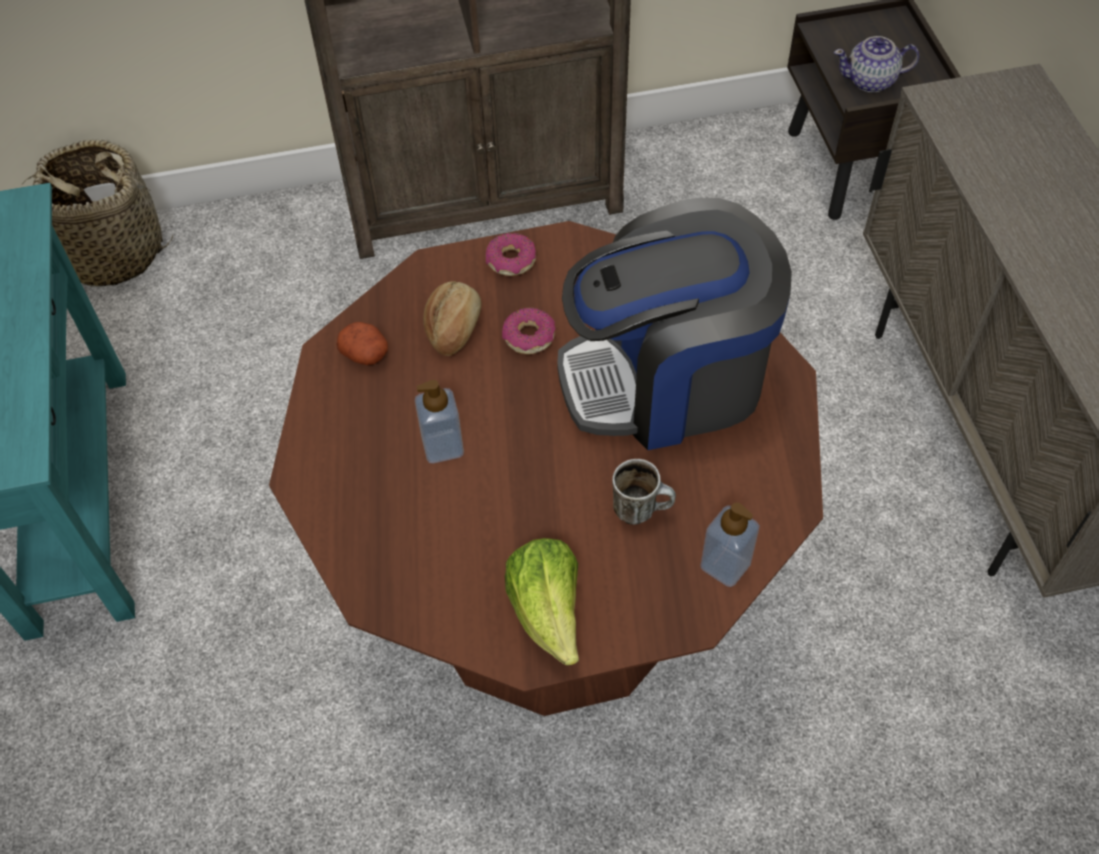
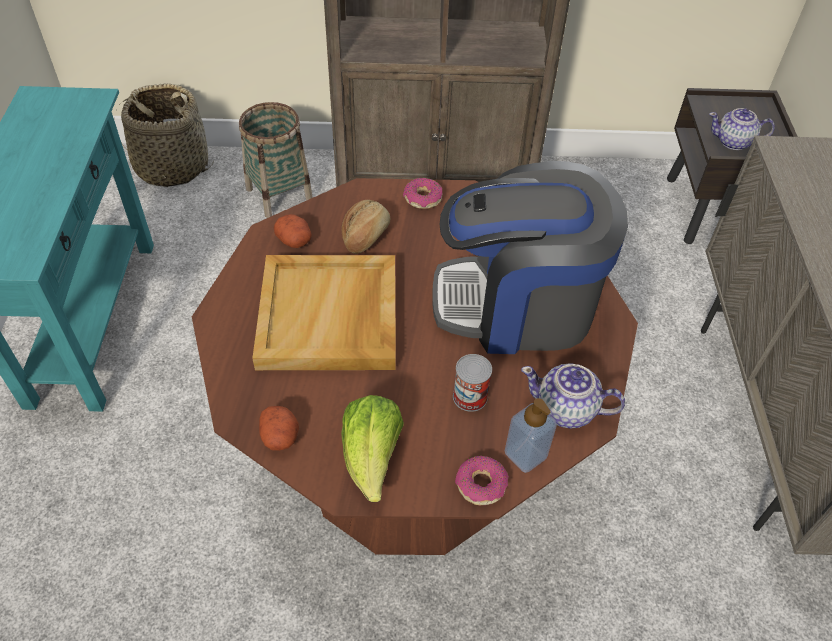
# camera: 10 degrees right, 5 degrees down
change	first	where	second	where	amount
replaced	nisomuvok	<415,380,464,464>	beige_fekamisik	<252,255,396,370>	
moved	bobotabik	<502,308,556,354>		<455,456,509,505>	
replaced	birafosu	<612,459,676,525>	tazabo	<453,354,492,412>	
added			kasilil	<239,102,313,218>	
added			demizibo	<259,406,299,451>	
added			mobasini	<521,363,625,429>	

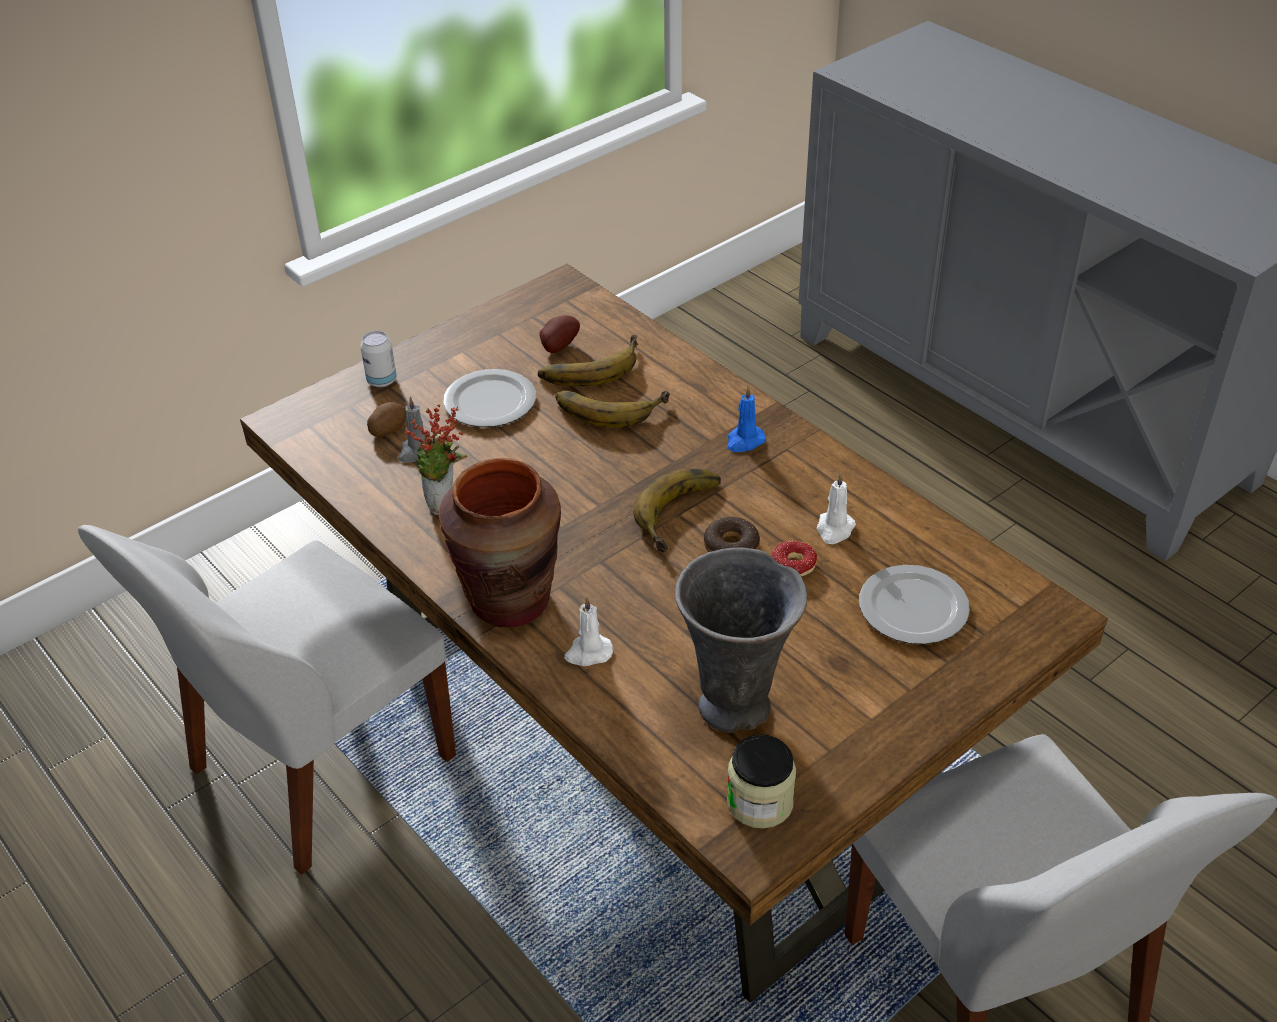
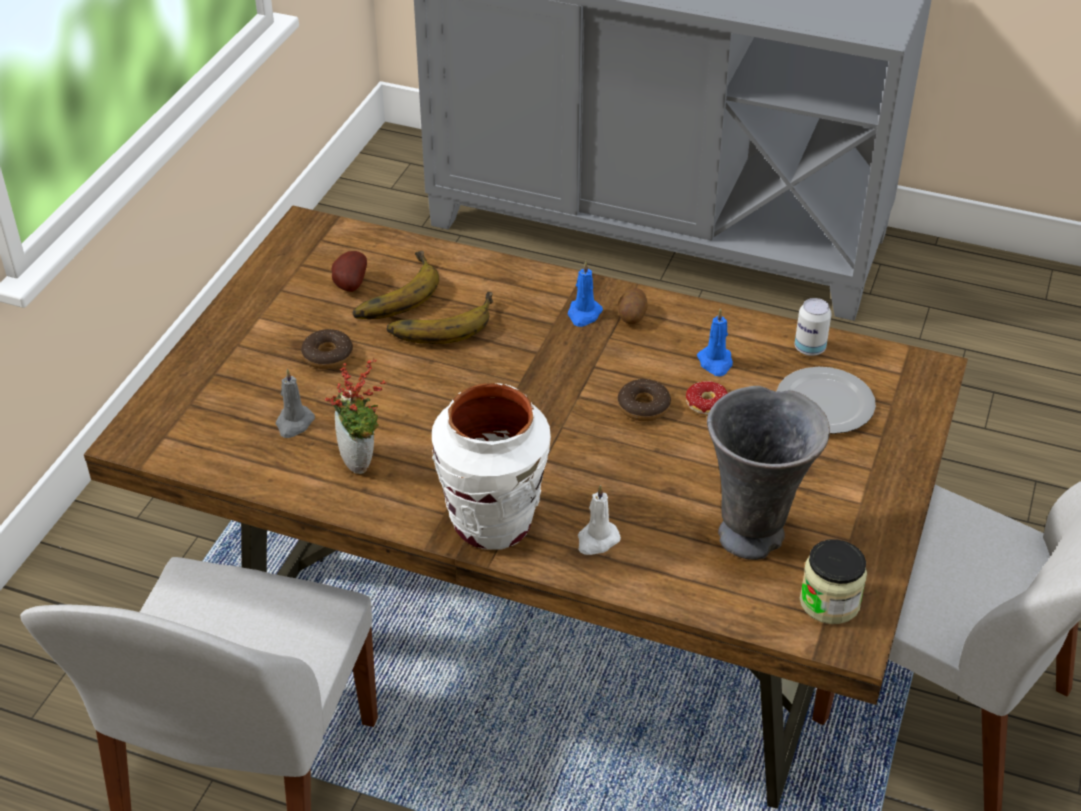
# camera: 30 degrees left, 0 degrees up
change	first	where	second	where	amount
moved	tazabo	<360,331,397,387>		<795,298,832,356>	
moved	demizibo	<367,402,406,437>		<618,288,647,324>	
recoloured	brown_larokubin	<439,458,561,627>	white_larokubin	<432,383,551,550>	
replaced	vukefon	<443,369,536,427>	bobotabik	<301,329,353,369>	
removed	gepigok	<633,468,721,552>			
recoloured	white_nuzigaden	<817,473,856,544>	blue_nuzigaden	<697,308,733,376>	

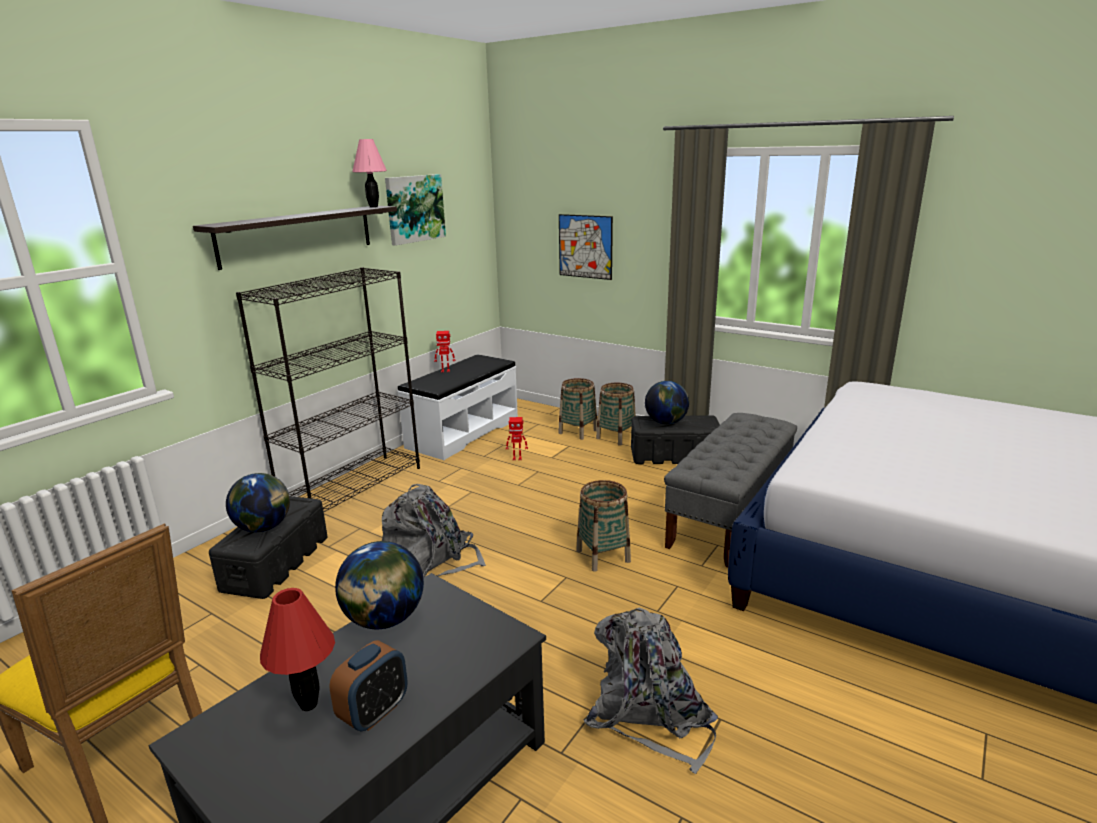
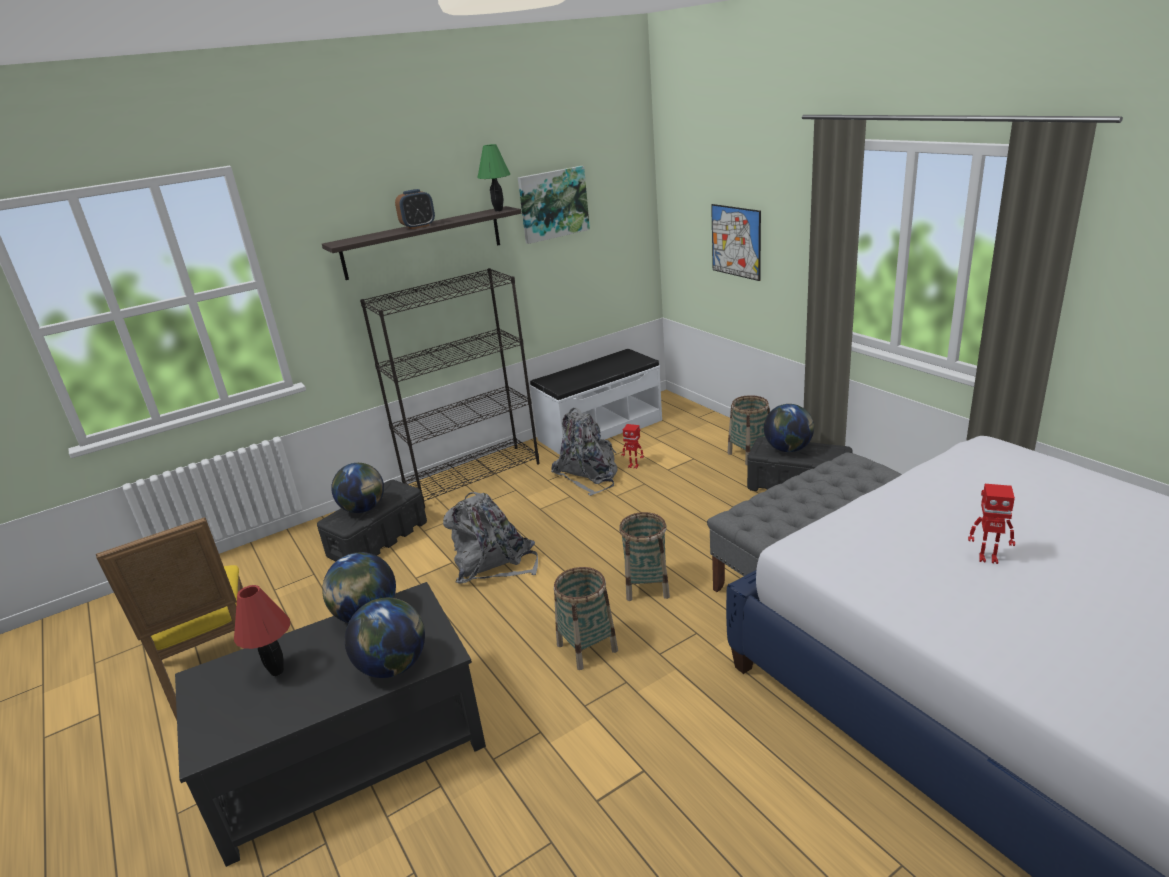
# camera: 25 degrees right, 5 degrees up
change	first	where	second	where	amount
moved	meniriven	<330,640,408,731>		<395,189,435,229>	
recoloured	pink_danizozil	<352,139,387,208>	green_danizozil	<477,144,510,211>	
moved	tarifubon	<434,331,455,373>		<968,484,1015,564>	
moved	kasilil	<558,378,597,440>		<554,567,618,670>	
moved	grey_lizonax	<583,608,718,774>		<551,408,617,496>	
added			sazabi	<345,598,425,678>	

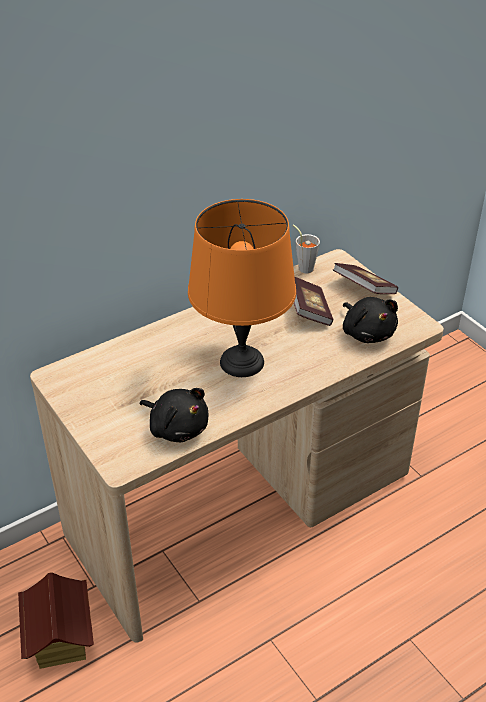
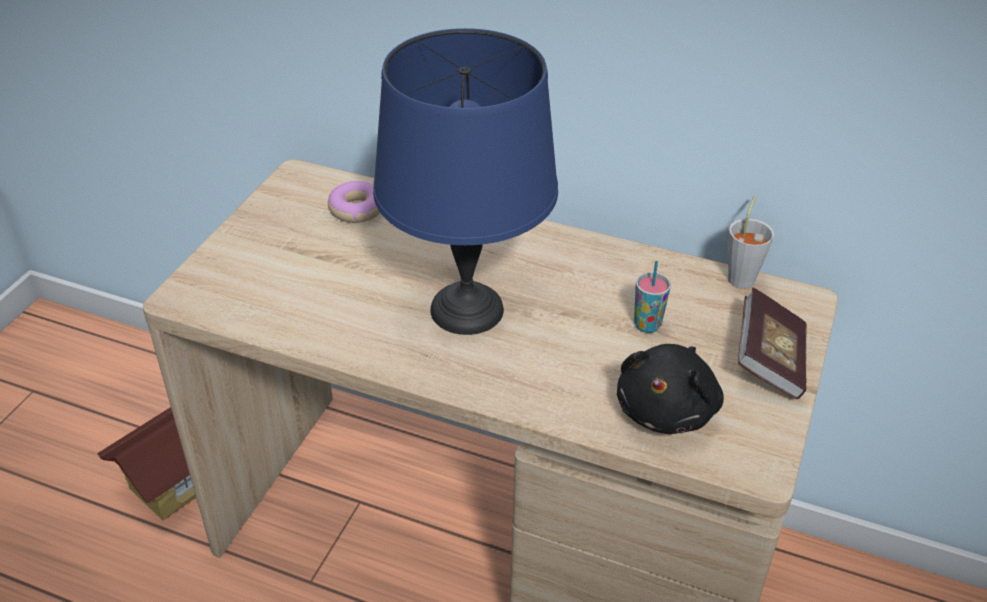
# camera: 55 degrees right, 0 degrees up
change	first	where	second	where	amount
removed	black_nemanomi	<140,388,209,442>			
recoloured	orange_danizozil	<188,199,296,377>	blue_danizozil	<373,28,558,335>	
replaced	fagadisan	<294,276,334,326>	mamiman	<634,261,671,333>	
added			bobotabik	<328,181,380,223>	

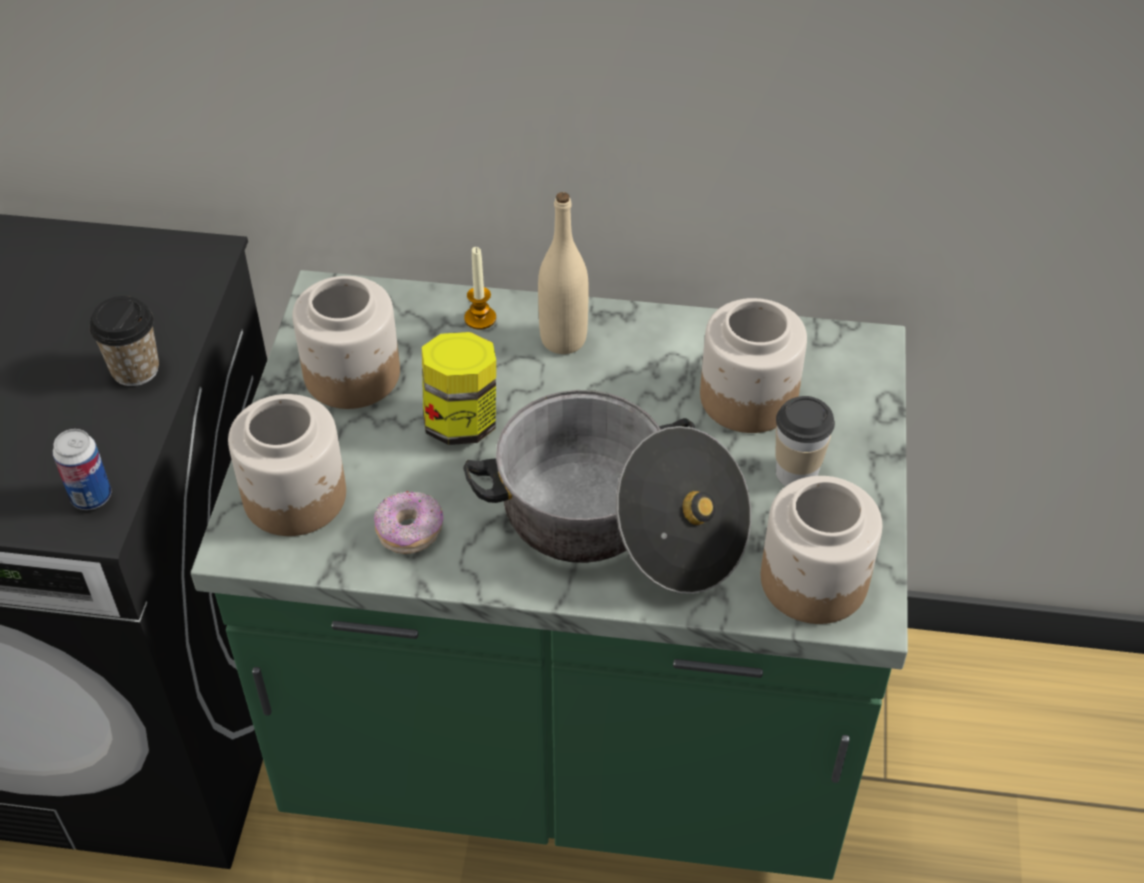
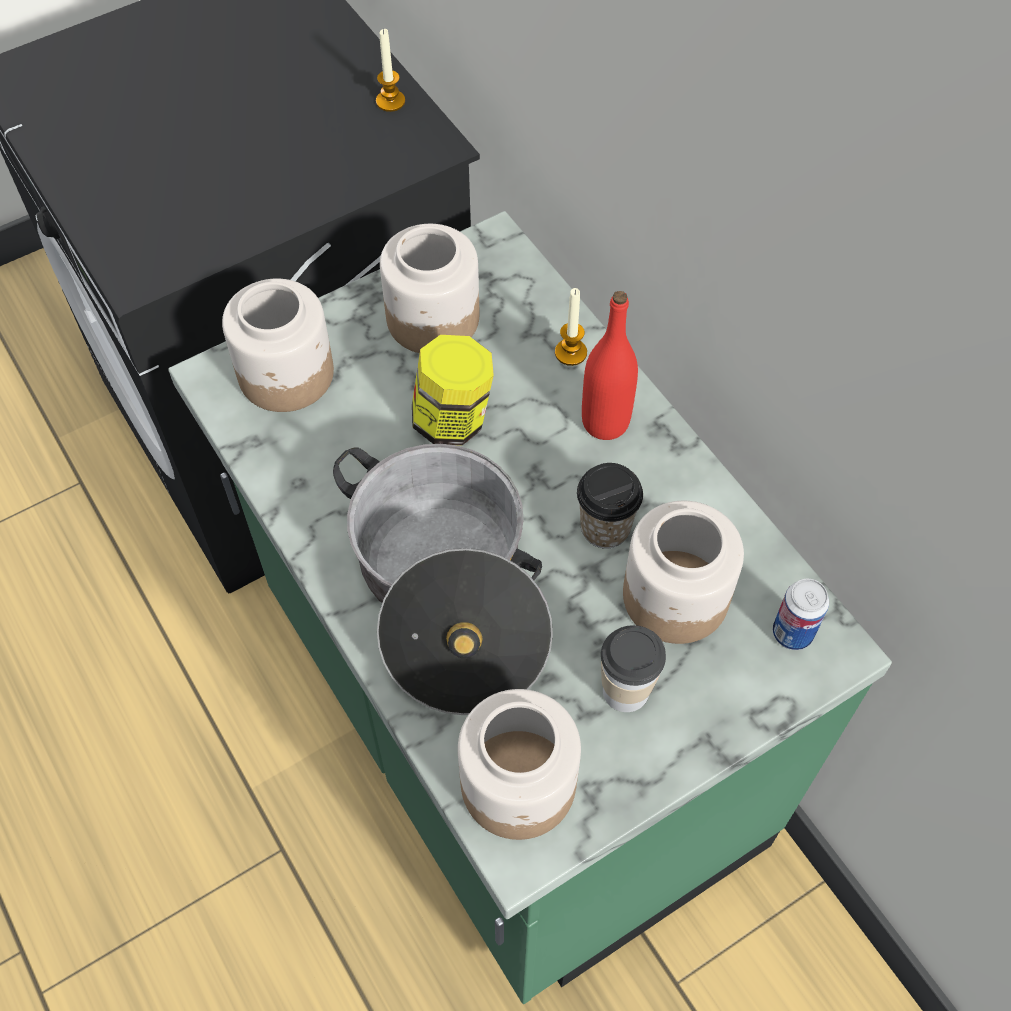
# camera: 50 degrees right, 10 degrees up
change	first	where	second	where	amount
moved	tazabo	<53,429,111,510>		<773,579,829,650>	
moved	mamiman	<90,296,159,386>		<577,463,643,549>	
removed	bobotabik	<374,491,443,554>			
recoloured	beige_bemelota	<538,192,589,354>	red_bemelota	<582,291,638,440>	
added			nuzigaden	<376,29,405,112>	

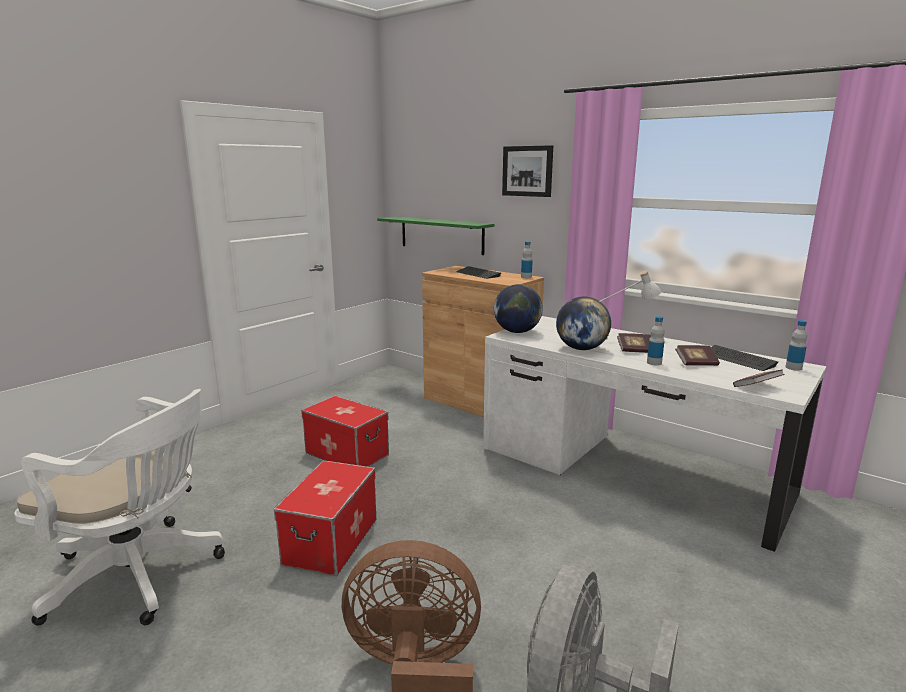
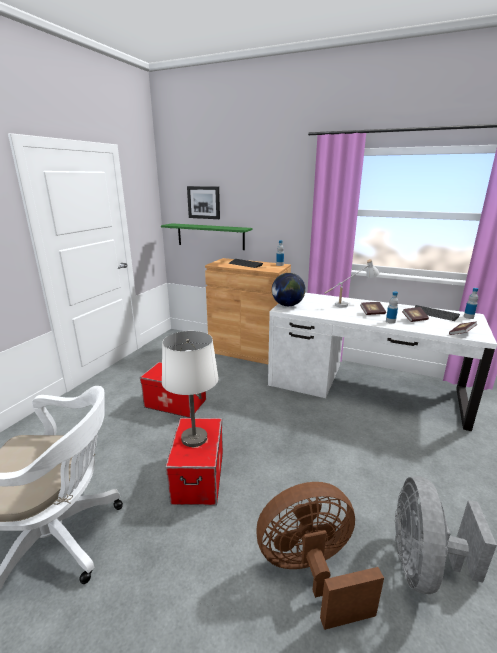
# camera: 15 degrees left, 5 degrees up
change	first	where	second	where	amount
moved	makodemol	<502,145,553,197>		<187,186,220,219>	
removed	sazabi	<556,297,611,350>			
added			white_danizozil	<162,331,219,447>	

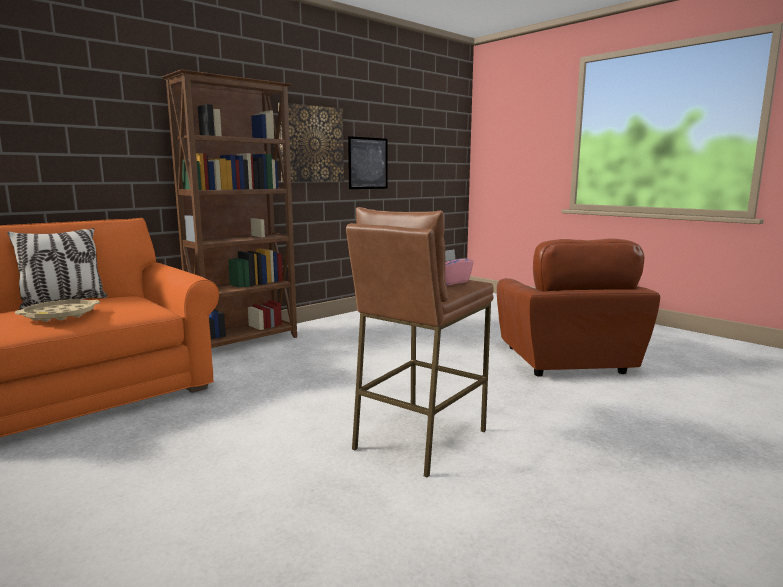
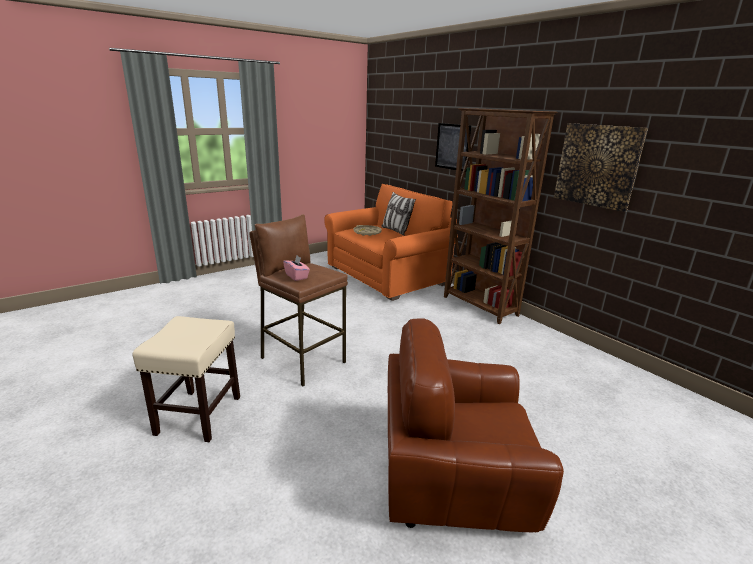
# camera: 95 degrees right, 10 degrees up
change	first	where	second	where	amount
moved	makodemol	<348,136,388,189>		<435,123,471,171>	
added			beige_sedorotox	<132,316,240,442>	

